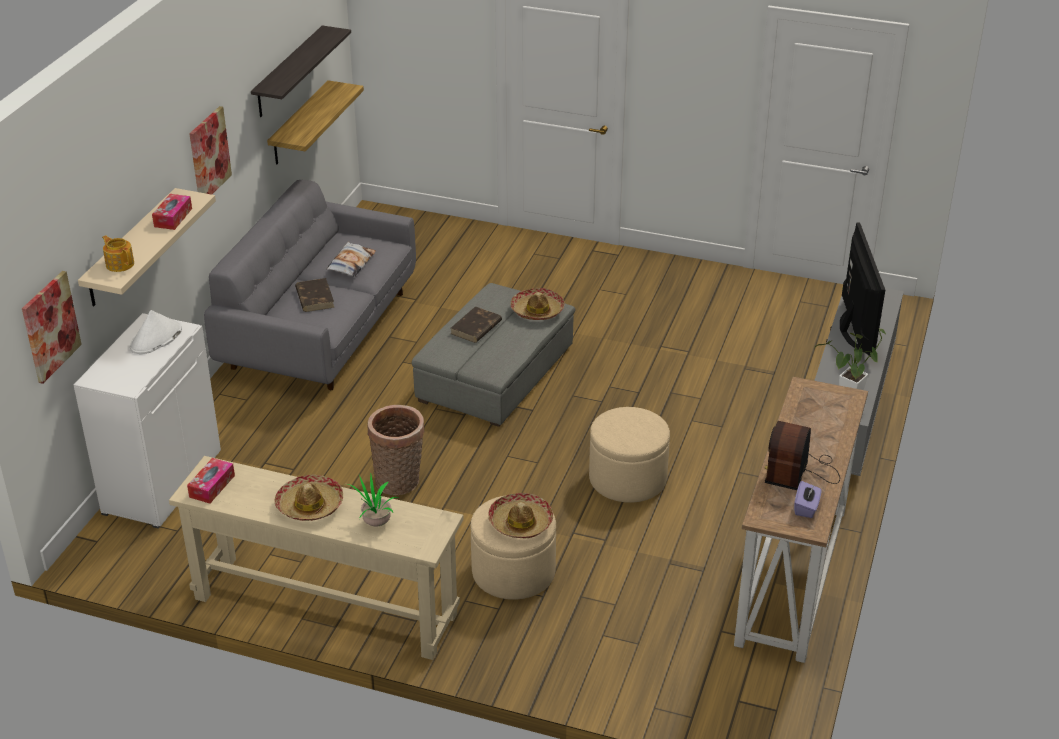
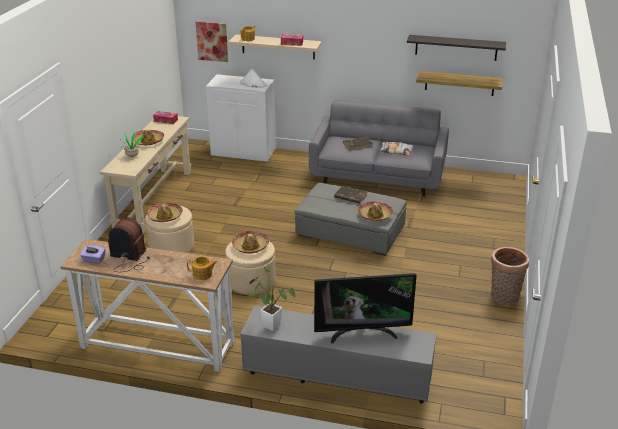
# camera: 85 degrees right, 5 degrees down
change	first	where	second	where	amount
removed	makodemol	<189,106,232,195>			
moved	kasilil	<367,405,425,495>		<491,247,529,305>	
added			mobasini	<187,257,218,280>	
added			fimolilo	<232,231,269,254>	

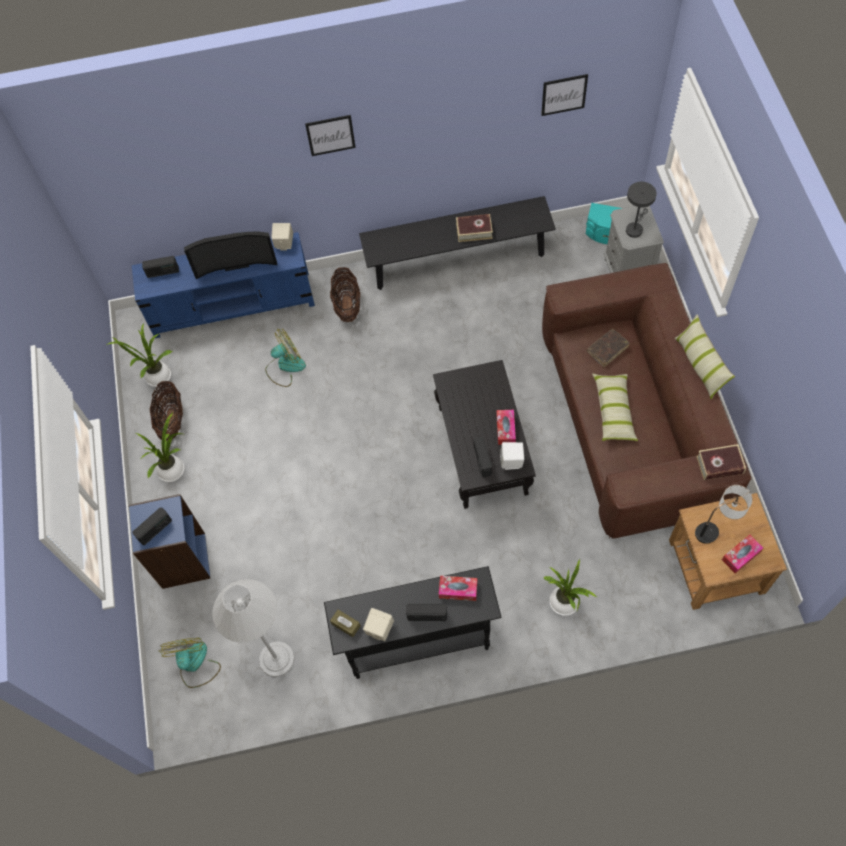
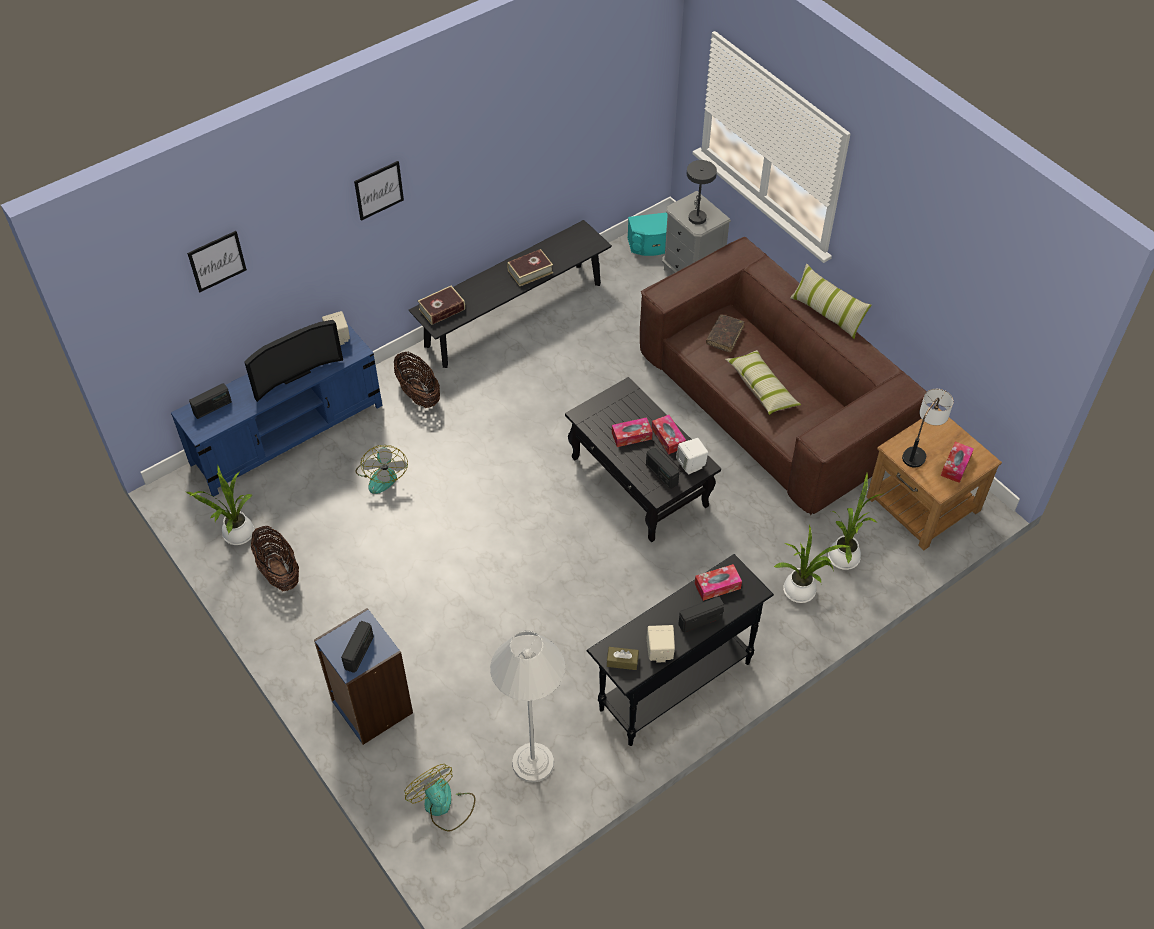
# camera: 30 degrees left, 10 degrees down
change	first	where	second	where	amount
moved	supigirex	<135,412,184,482>		<828,473,884,570>	
turned	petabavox	<265,329,306,387>		<356,445,408,494>	135 degrees clockwise
moved	makodemol	<541,74,588,116>		<187,231,247,292>	
moved	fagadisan	<696,444,746,480>		<418,286,465,325>	
added			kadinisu	<612,417,653,447>	

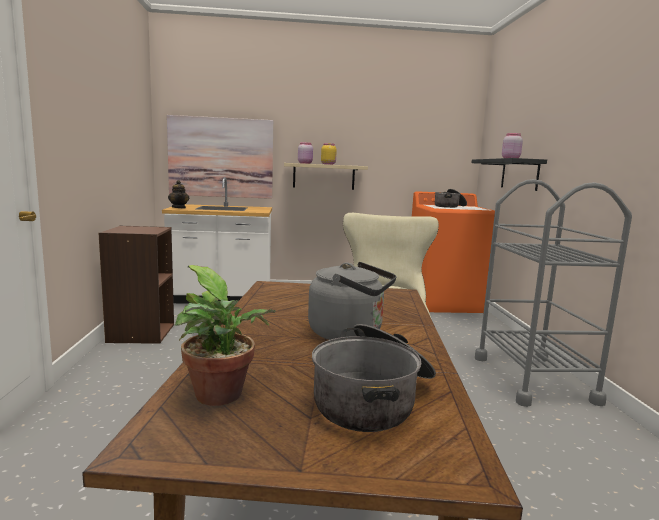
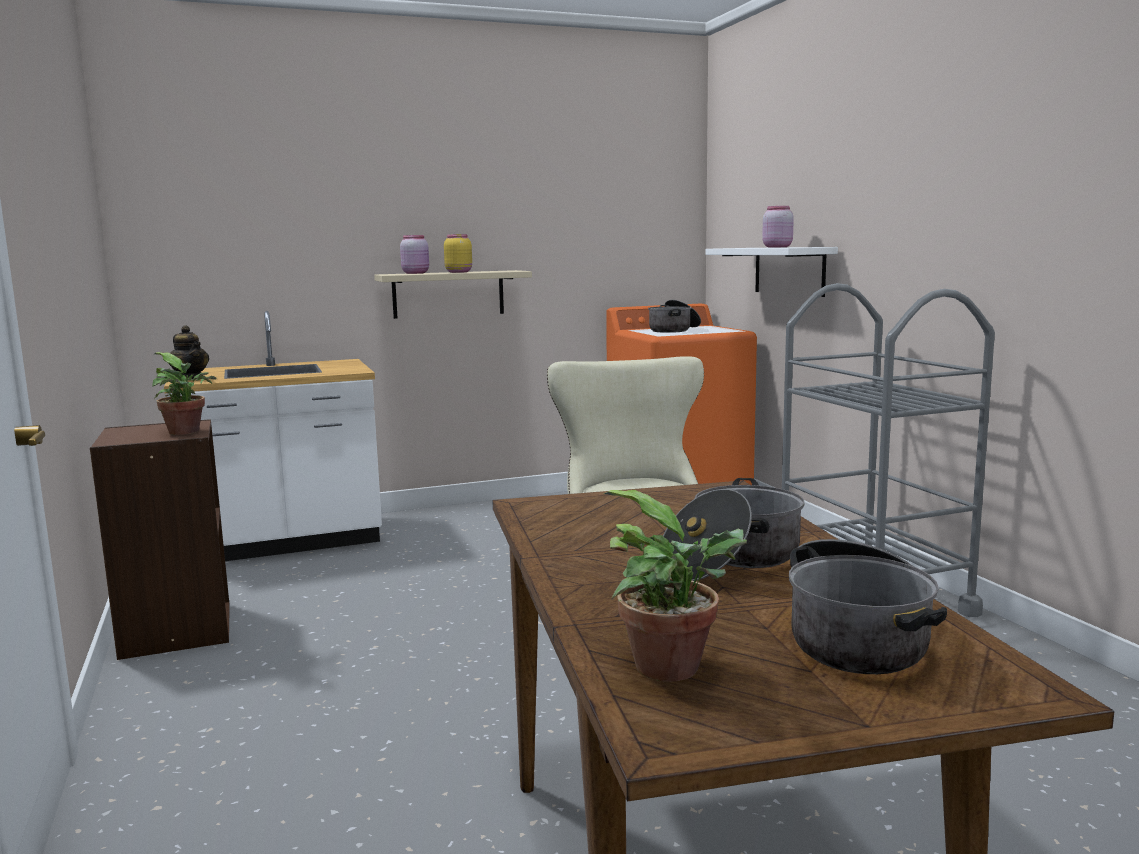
# camera: 15 degrees left, 0 degrees up
change	first	where	second	where	amount
removed	makodemol	<167,115,273,199>			
replaced	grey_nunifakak	<308,262,396,340>	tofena	<663,478,805,581>	
recoloured	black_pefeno	<472,158,547,191>	white_pefeno	<705,247,838,297>	
added			supigirex	<152,352,216,435>	

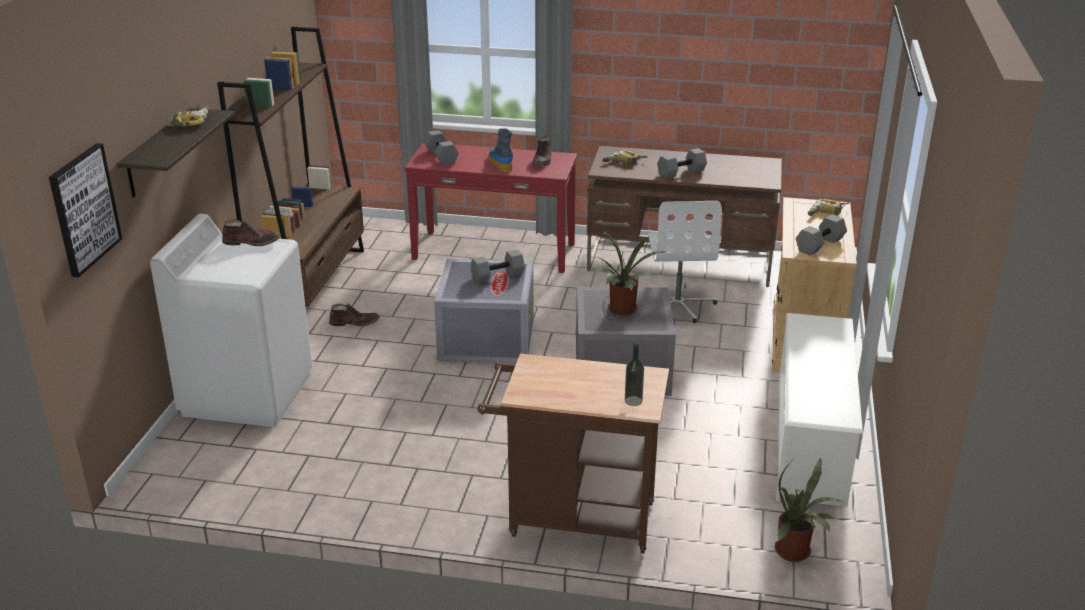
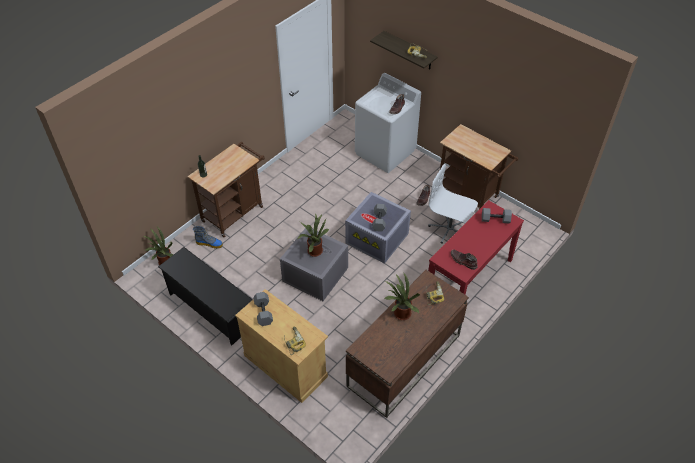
# camera: 120 degrees right, 20 degrees up
change	first	where	second	where	amount
removed	makodemol	<49,143,122,277>			
replaced	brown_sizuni	<217,26,364,307>	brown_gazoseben	<440,124,518,209>	
moved	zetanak	<489,128,513,172>		<193,226,223,249>	
moved	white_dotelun	<648,201,722,323>		<428,164,478,243>	
replaced	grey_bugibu	<657,148,707,179>	supigirex	<384,272,420,320>	
recoloured	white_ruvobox	<776,313,863,507>	black_ruvobox	<158,247,253,345>	

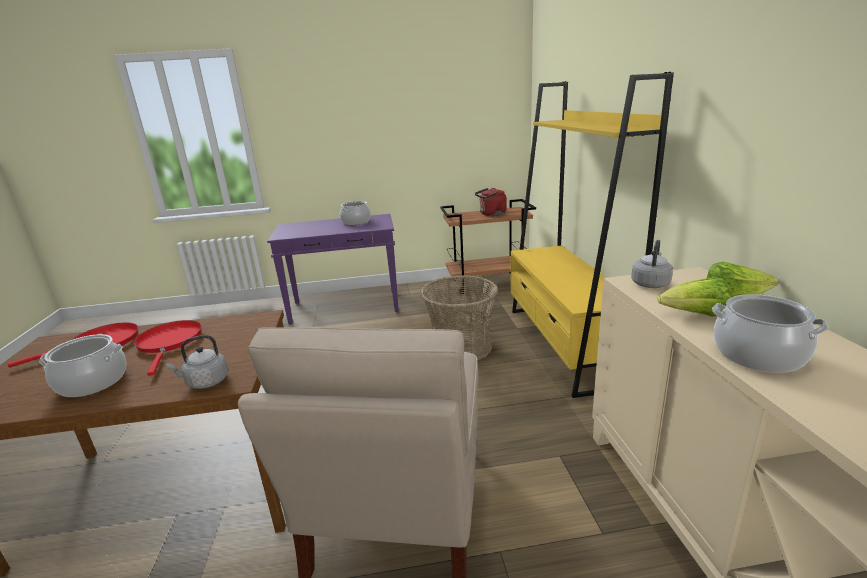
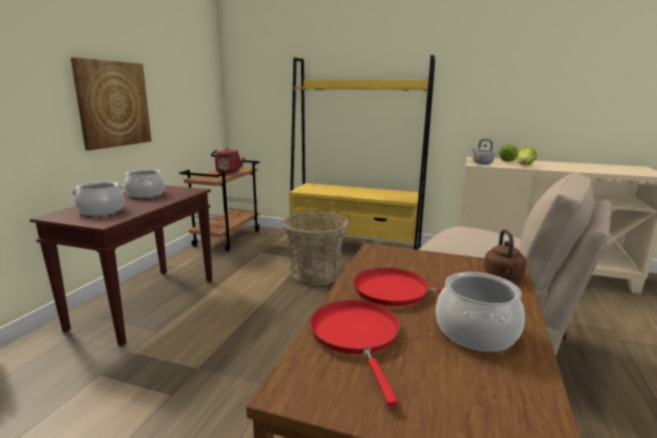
# camera: 65 degrees left, 5 degrees down
change	first	where	second	where	amount
recoloured	grey_nunifakak	<166,335,228,389>	brown_nunifakak	<484,229,527,280>	
recoloured	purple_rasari	<267,214,399,325>	brown_rasari	<30,185,212,346>	
moved	tofena	<712,294,829,373>		<70,182,125,216>	
added			makodemol	<71,57,151,151>	

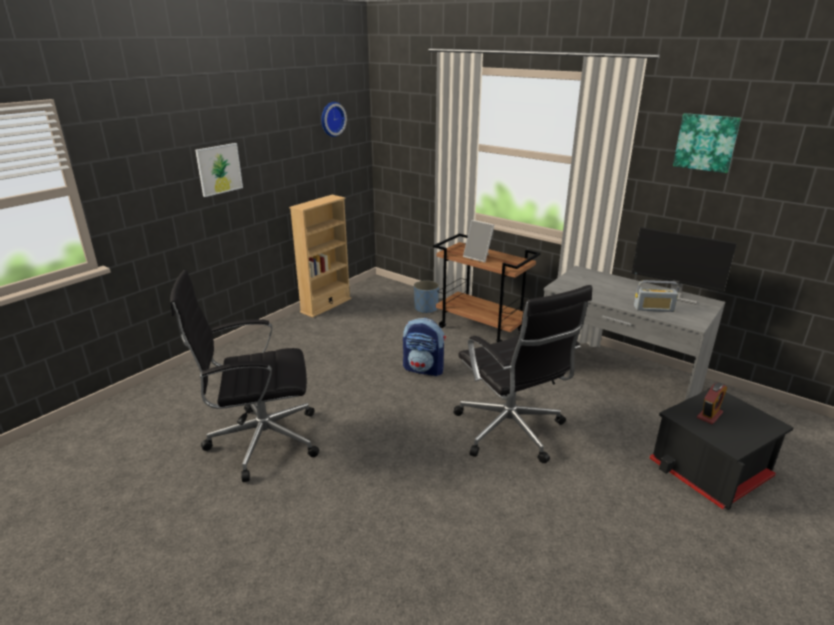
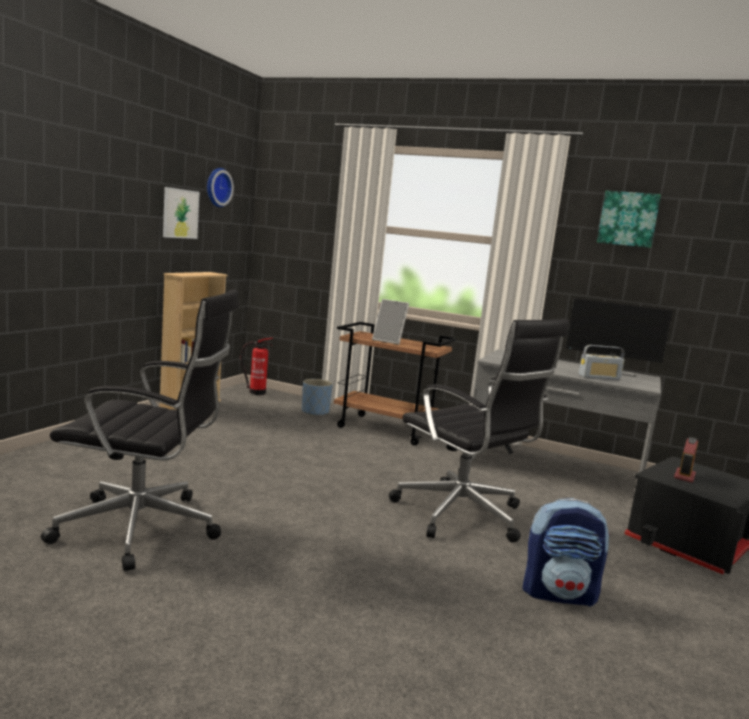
# camera: 15 degrees left, 15 degrees down
change	first	where	second	where	amount
turned	black_dotelun	<170,270,319,482>		<41,289,238,571>	150 degrees counterclockwise
moved	makodemol	<195,143,243,197>		<163,187,200,239>	
moved	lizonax	<403,318,446,376>		<522,498,609,607>	
added			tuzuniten	<241,338,273,395>	

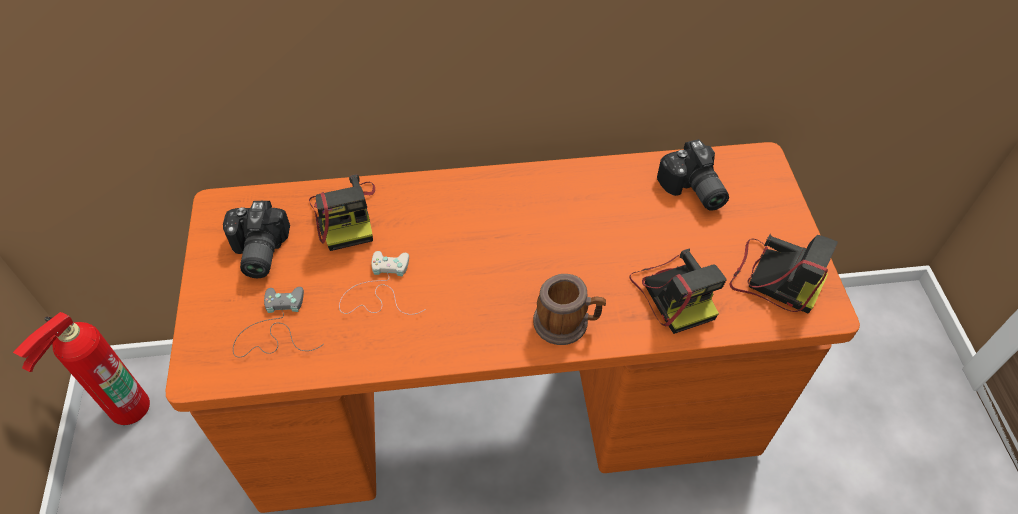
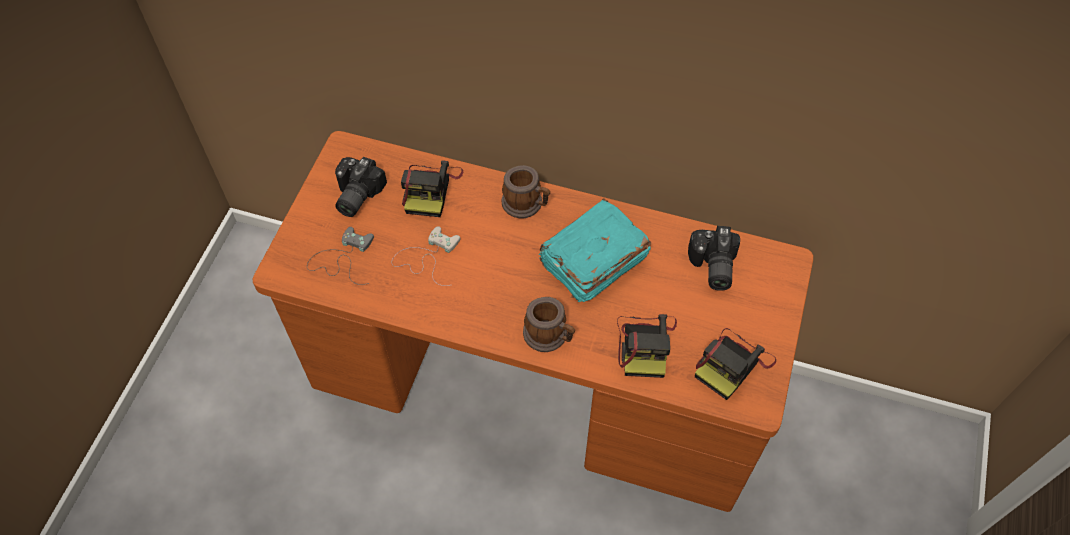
# camera: 25 degrees right, 5 degrees up
change	first	where	second	where	amount
removed	tuzuniten	<13,312,150,425>			
turned	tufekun	<729,234,838,314>		<695,328,776,400>	75 degrees clockwise
added			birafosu	<502,165,550,219>	
added			turquoise_fagadisan	<538,198,651,302>	

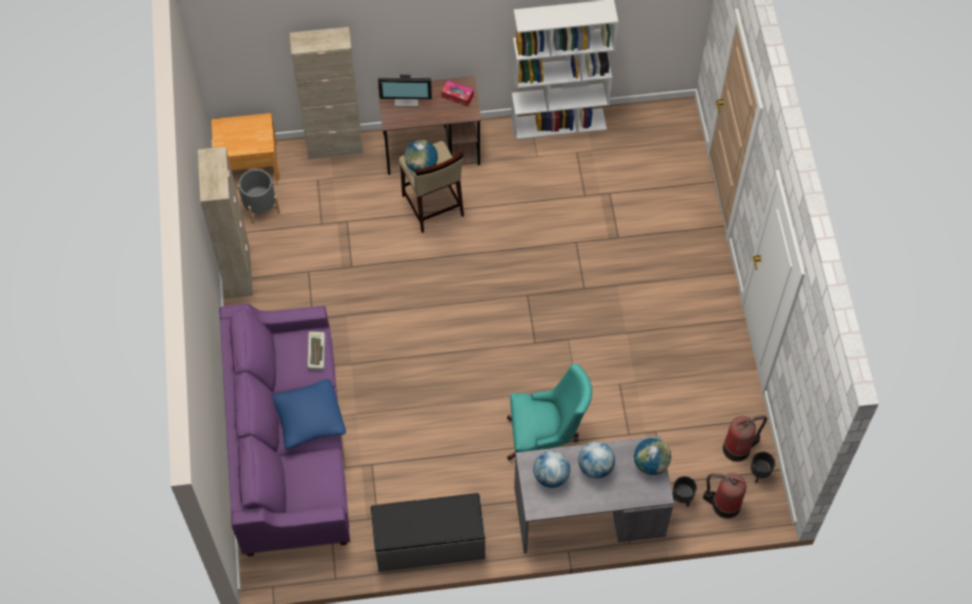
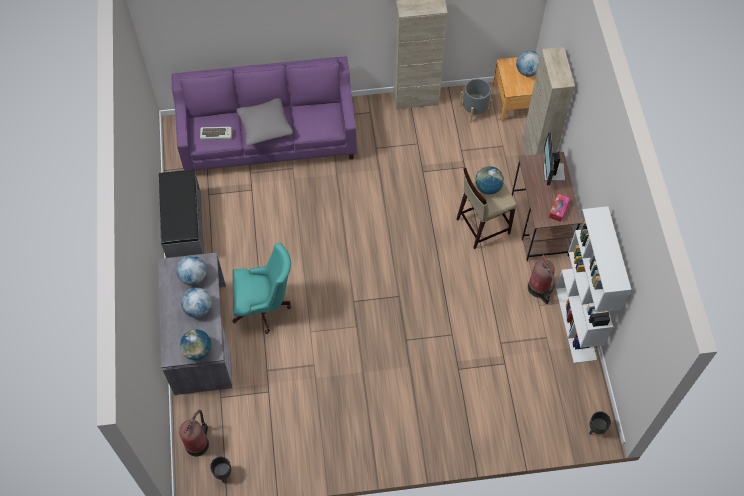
# camera: 90 degrees right, 0 degrees up
change	first	where	second	where	amount
recoloured	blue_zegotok	<273,379,346,450>	grey_zegotok	<237,98,293,146>	
moved	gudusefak	<307,331,325,370>		<200,127,232,140>	
turned	turquoise_dotelun	<507,364,592,460>		<232,243,291,334>	90 degrees counterclockwise
moved	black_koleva	<672,476,697,507>		<589,411,611,435>	
moved	tuzuniten	<723,415,767,462>		<528,255,555,304>	
added			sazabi	<516,50,540,77>	

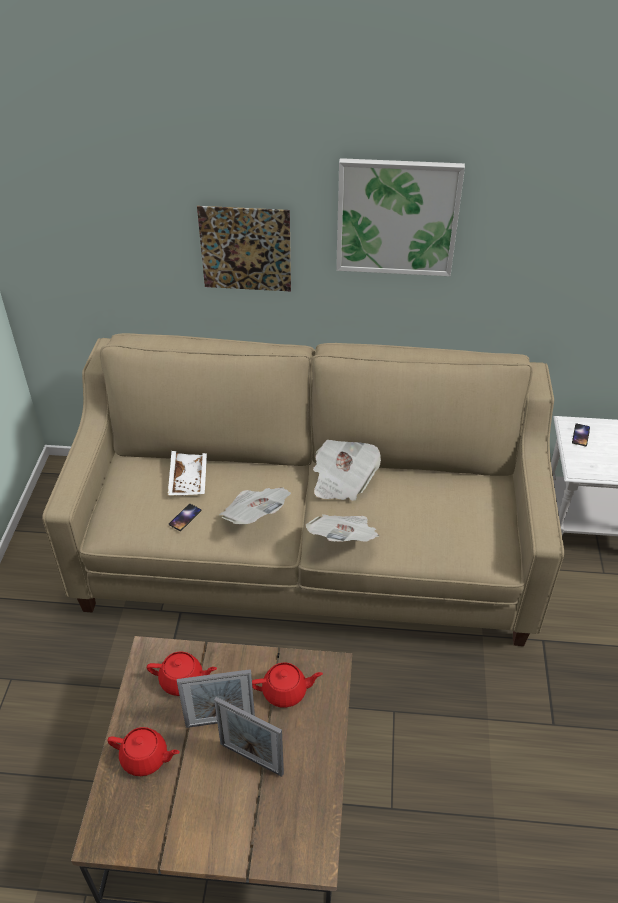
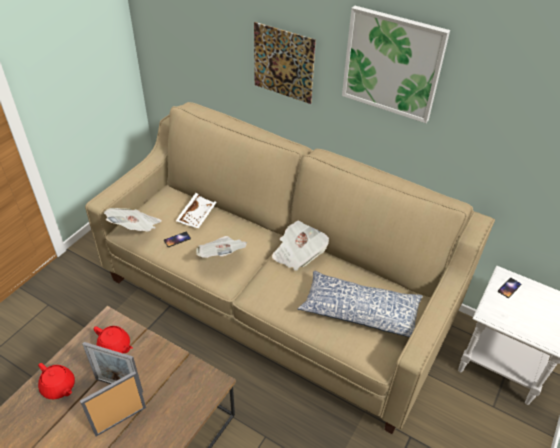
# camera: 25 degrees right, 0 degrees up
change	first	where	second	where	amount
turned	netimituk	<214,697,284,777>		<80,371,146,436>	90 degrees clockwise
removed	red_mobasini	<252,663,323,708>			
moved	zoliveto	<306,514,379,542>		<104,208,162,232>	
added			zegotok	<298,271,423,337>	

